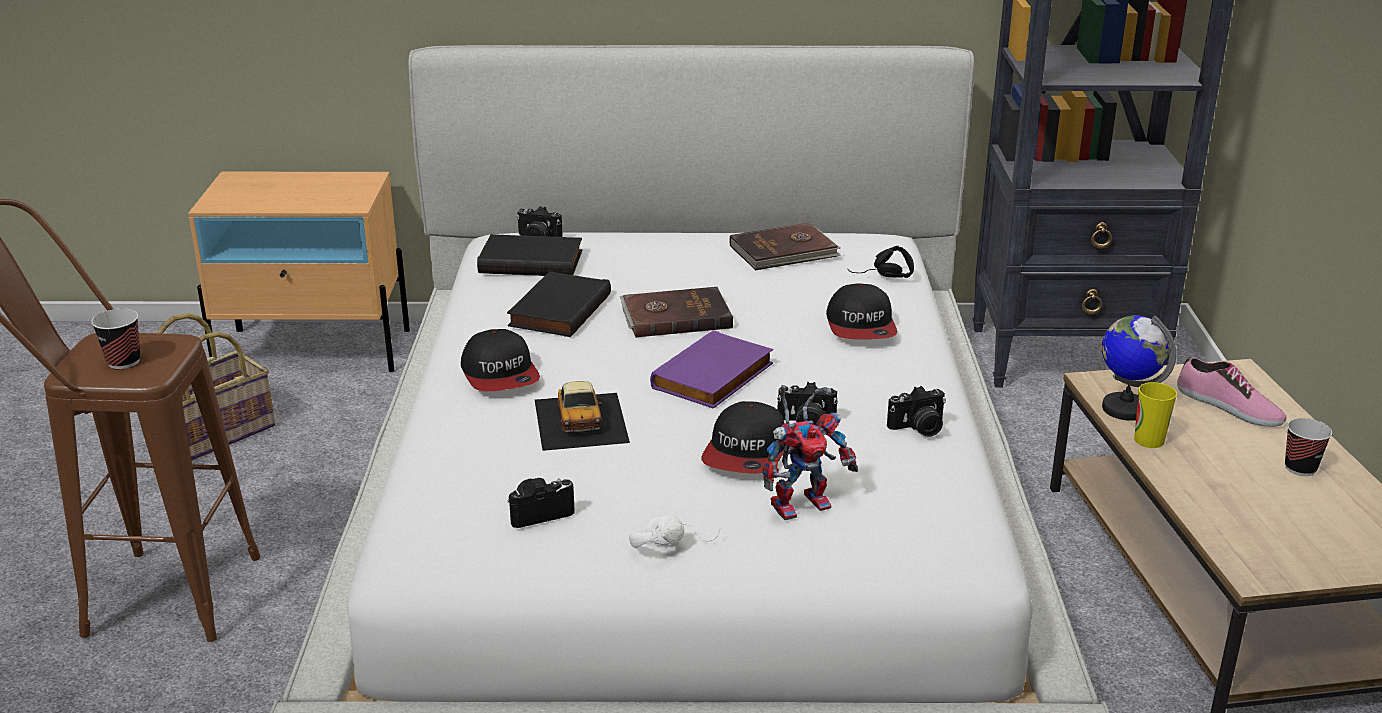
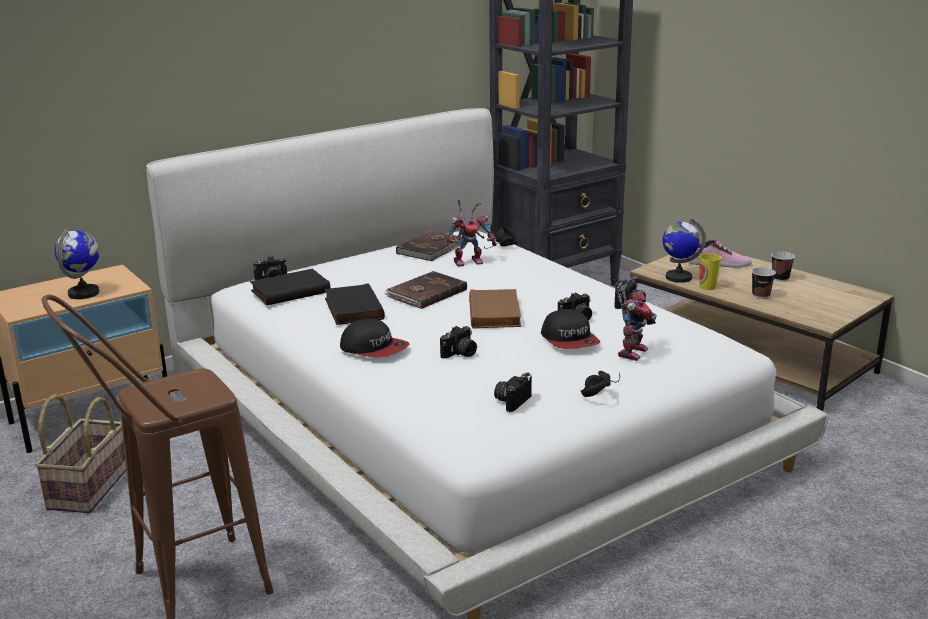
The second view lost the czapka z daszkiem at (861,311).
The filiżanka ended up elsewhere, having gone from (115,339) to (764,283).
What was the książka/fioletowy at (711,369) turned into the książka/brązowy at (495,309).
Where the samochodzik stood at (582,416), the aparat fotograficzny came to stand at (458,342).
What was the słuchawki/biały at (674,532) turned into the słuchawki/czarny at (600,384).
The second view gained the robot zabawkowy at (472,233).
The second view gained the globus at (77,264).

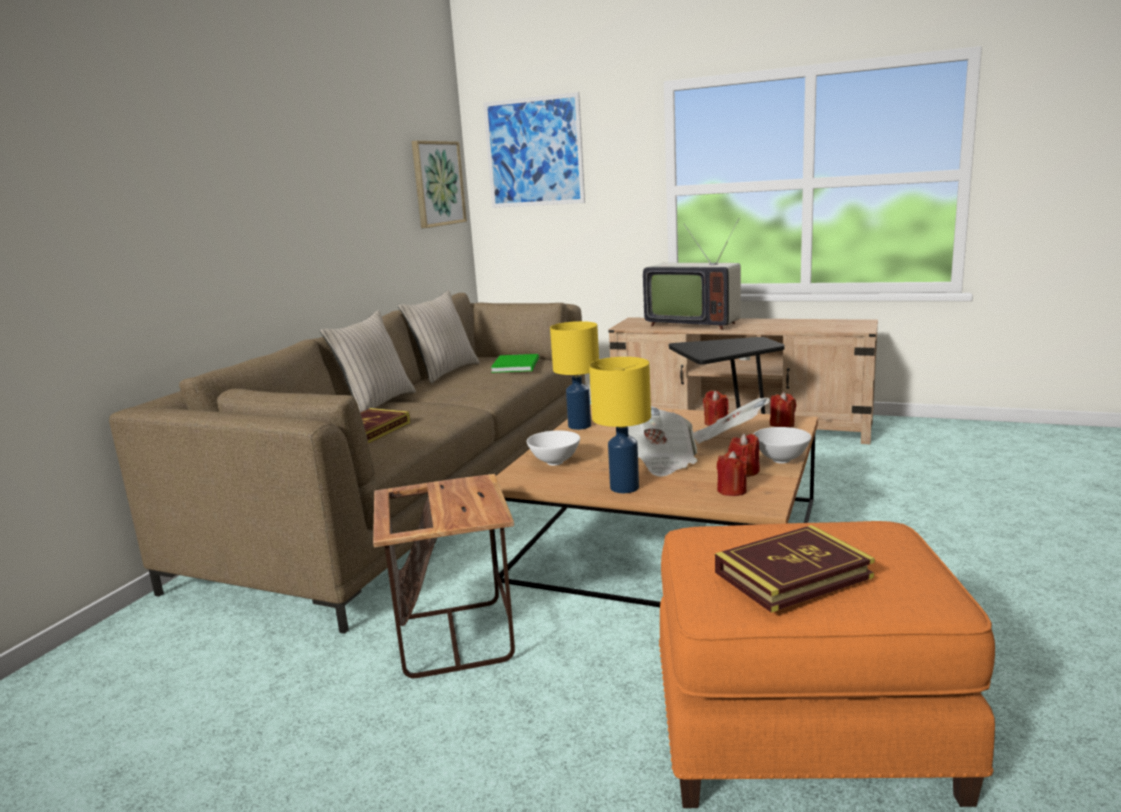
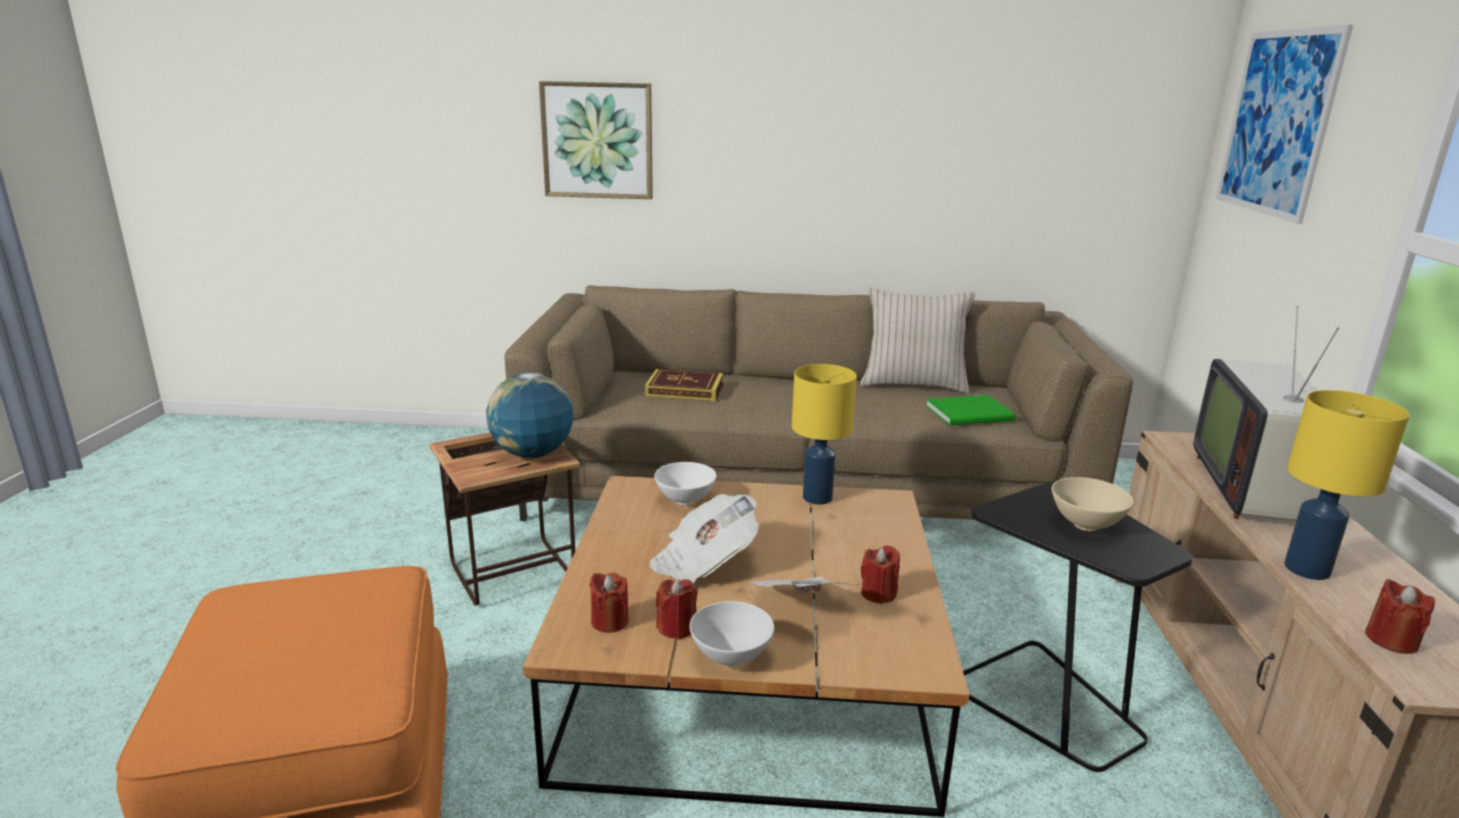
The obraz ended up elsewhere, having gone from (439,184) to (596,140).
The second view lost the poduszka/beżowy at (368,361).
The lampa stołowa/żółty ended up elsewhere, having gone from (620,425) to (1347,485).
The świeca/czerwony ended up elsewhere, having gone from (783,410) to (1400,616).
The second view lost the książka at (795,569).
The second view gained the globus at (530,415).
The second view gained the miska/beżowy at (1093,504).

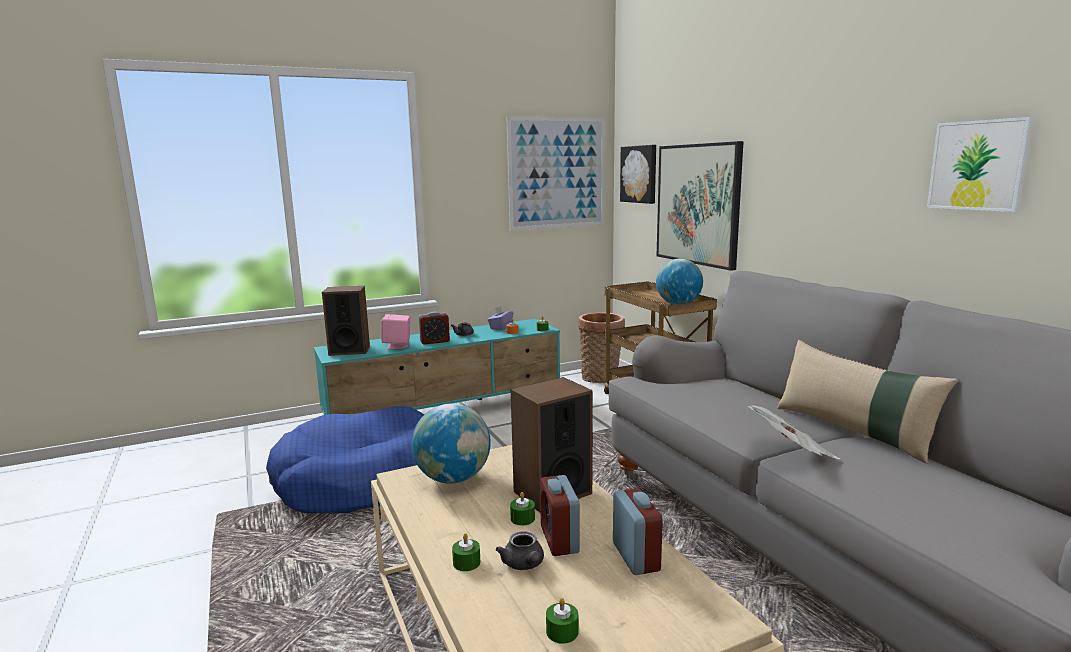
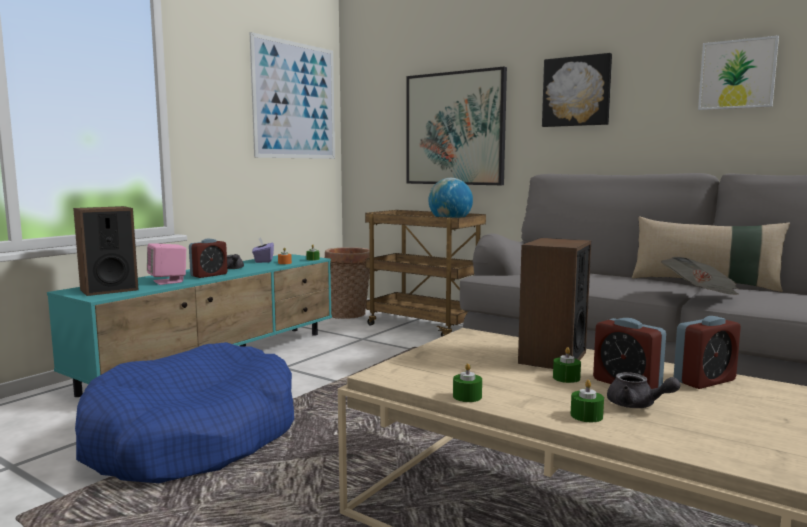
The obraz ended up elsewhere, having gone from (638,174) to (577,90).
The second view lost the globus at (451,443).
The budzik at (638,532) ended up facing another way, 105 degrees clockwise from before.
The świeca/zielony ended up elsewhere, having gone from (562,621) to (467,382).

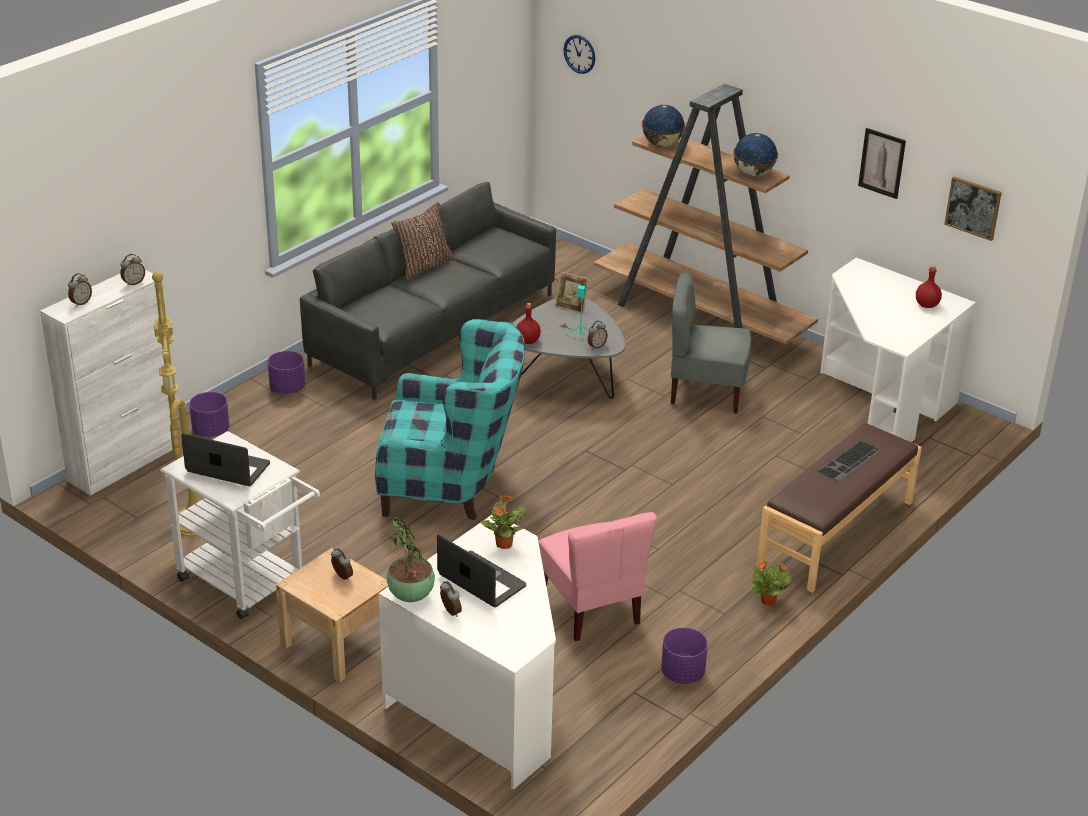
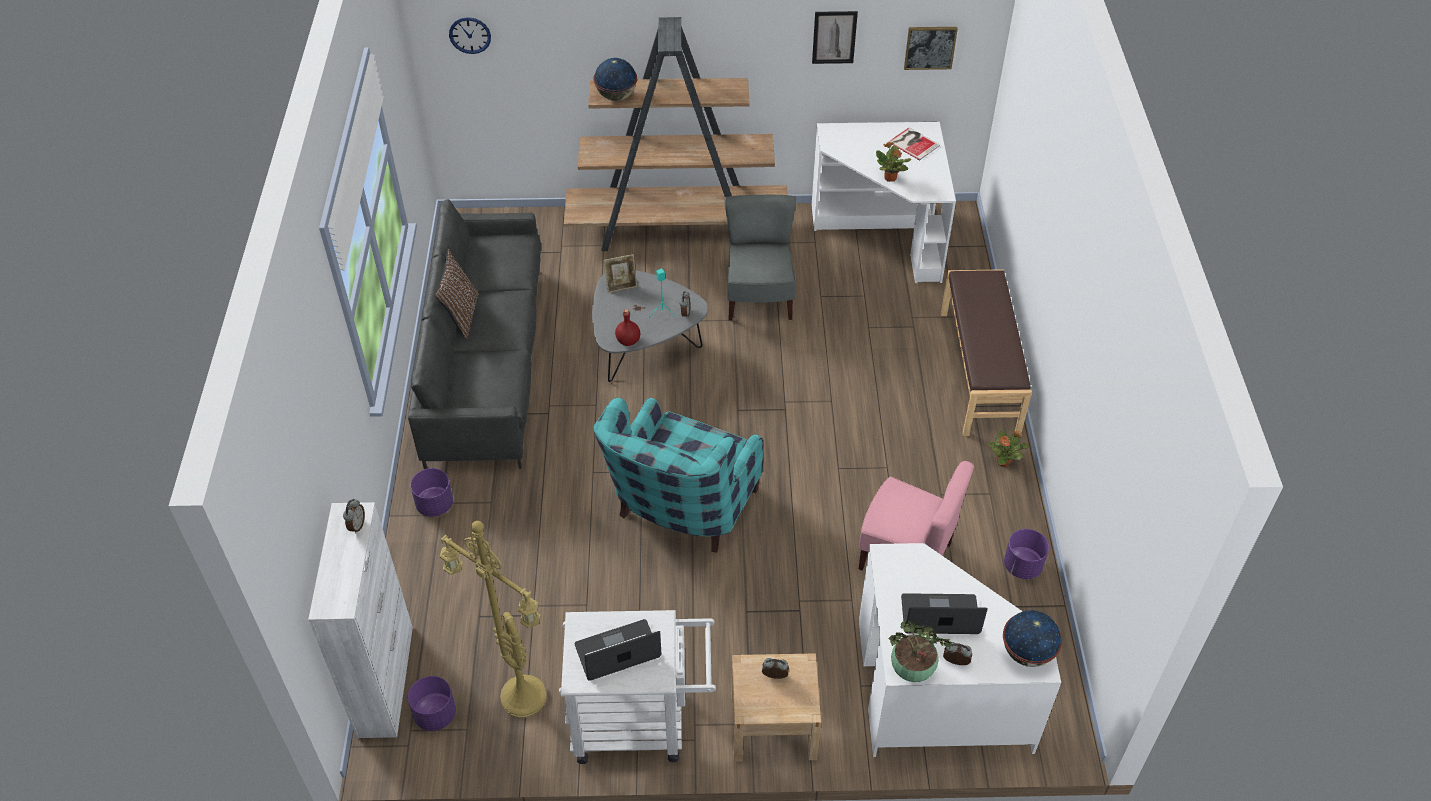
The globus ended up elsewhere, having gone from (755,155) to (1032,638).
Where the butelka/czerwony stood at (929,286), the książka came to stand at (914,143).
The second view lost the budzik at (80,290).
The krzesło/szary at (711,343) ended up facing another way, 120 degrees clockwise from before.
The fotel/turkusowy at (450,419) ended up facing another way, 150 degrees clockwise from before.
The donica/fioletowy ended up elsewhere, having gone from (209,414) to (432,703).
The second view lost the klawiatura at (849,460).
The roślina doniczkowa ended up elsewhere, having gone from (503,522) to (893,162).

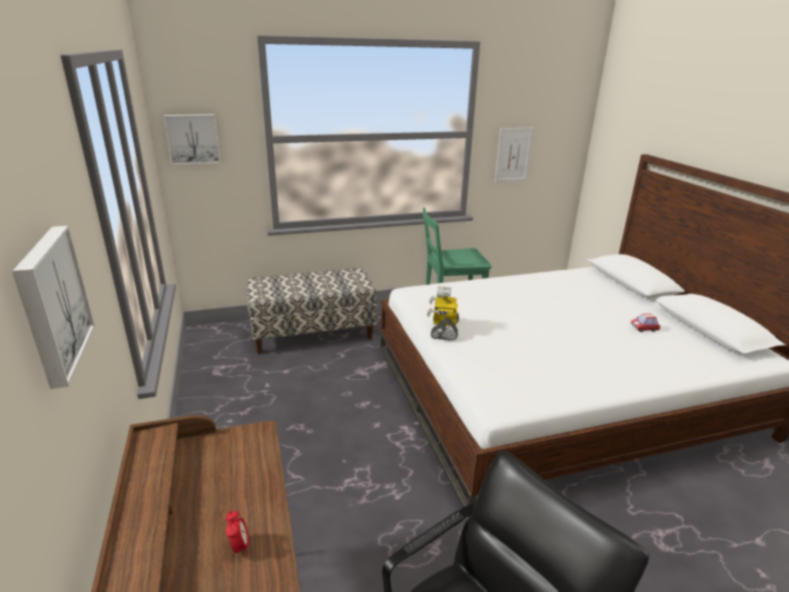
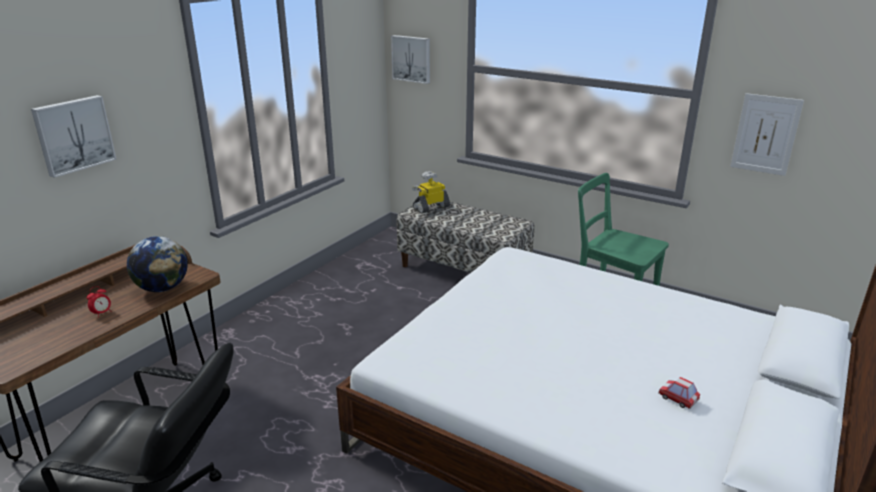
The robot zabawkowy ended up elsewhere, having gone from (443,313) to (431,192).
The second view gained the globus at (157,264).

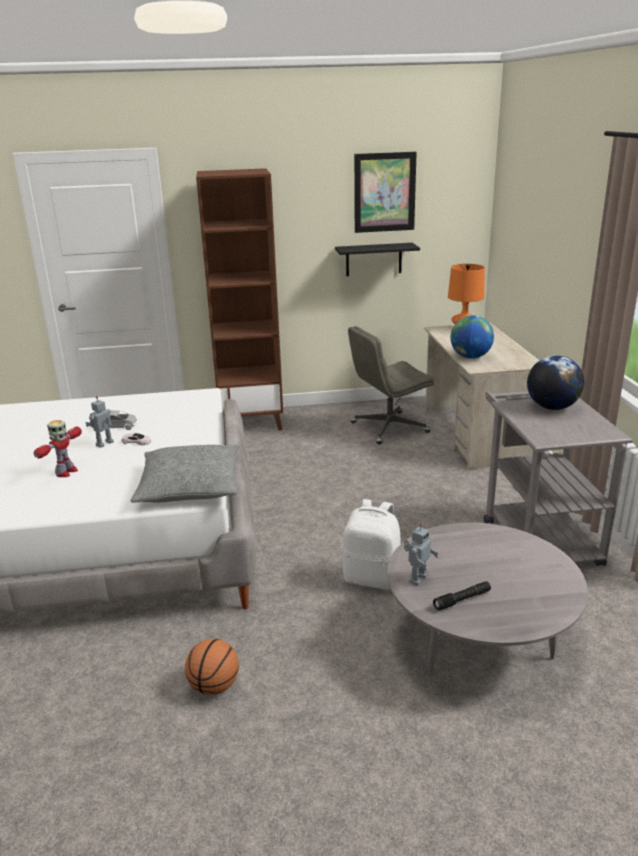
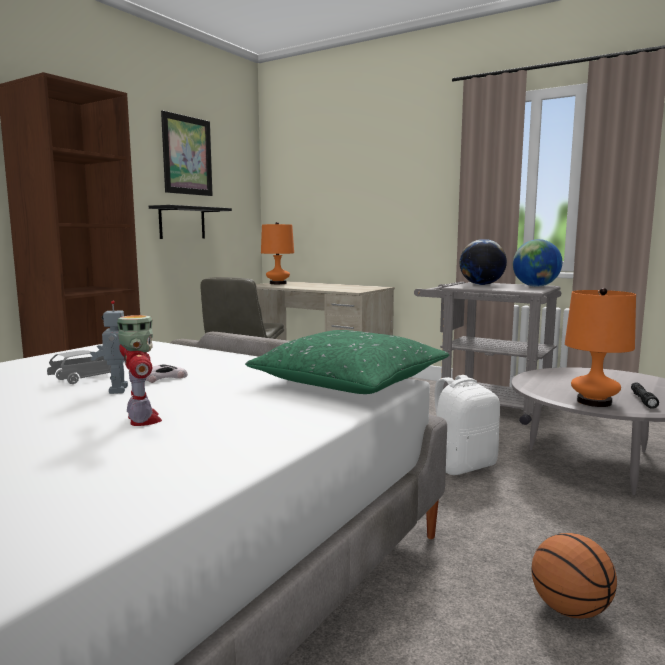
The globus ended up elsewhere, having gone from (472,337) to (537,263).
What was the poduszka/szary at (185,474) turned into the poduszka/zielony at (347,362).
Where the robot zabawkowy stood at (421,555), the lampa stołowa/pomarańczowy came to stand at (600,347).

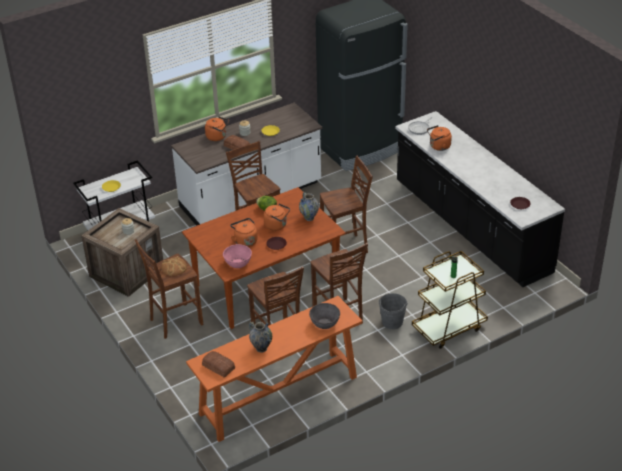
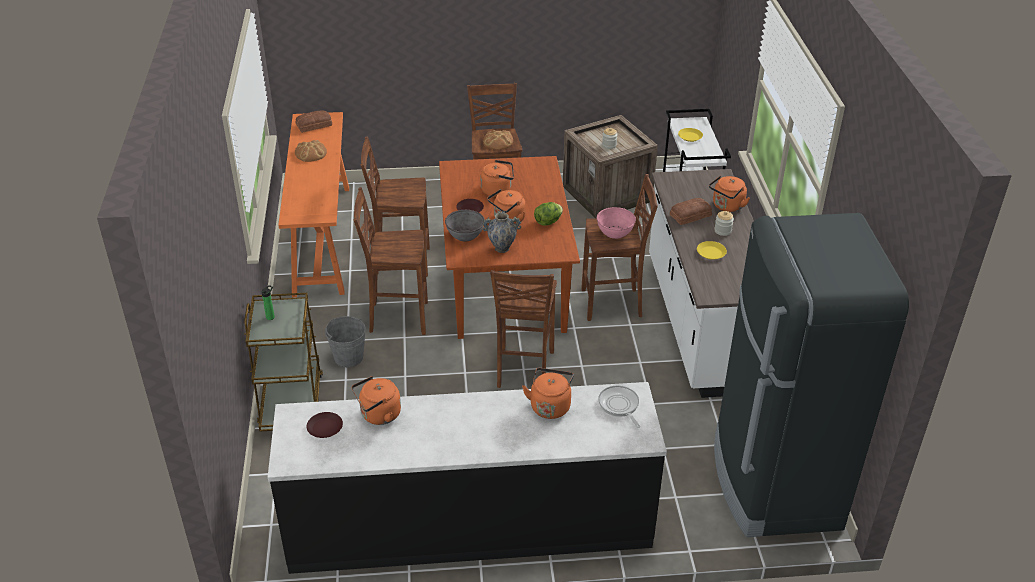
The miska/różowy ended up elsewhere, having gone from (237,256) to (616,223).
The miska/szary ended up elsewhere, having gone from (324,316) to (465,225).
Where the wazon stood at (260,337), the chleb came to stand at (311,151).
The second view gained the czajnik/pomarańczowy at (376,400).

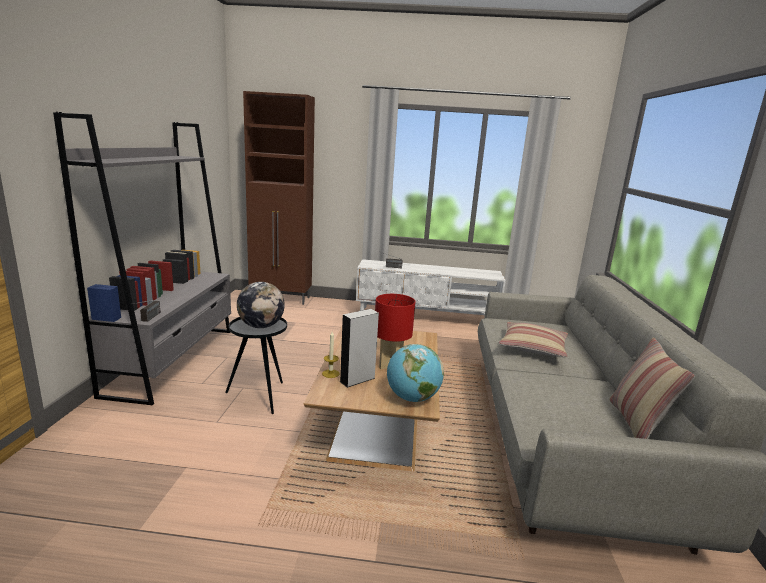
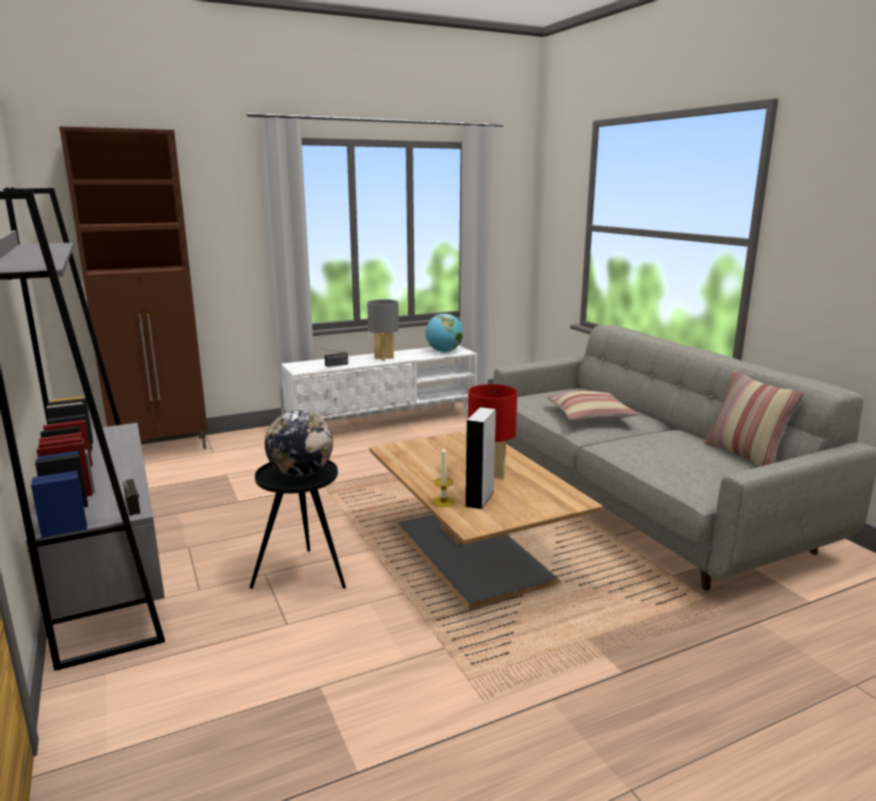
The globus ended up elsewhere, having gone from (415,373) to (444,333).
The second view gained the lampa stołowa/szary at (383,330).

